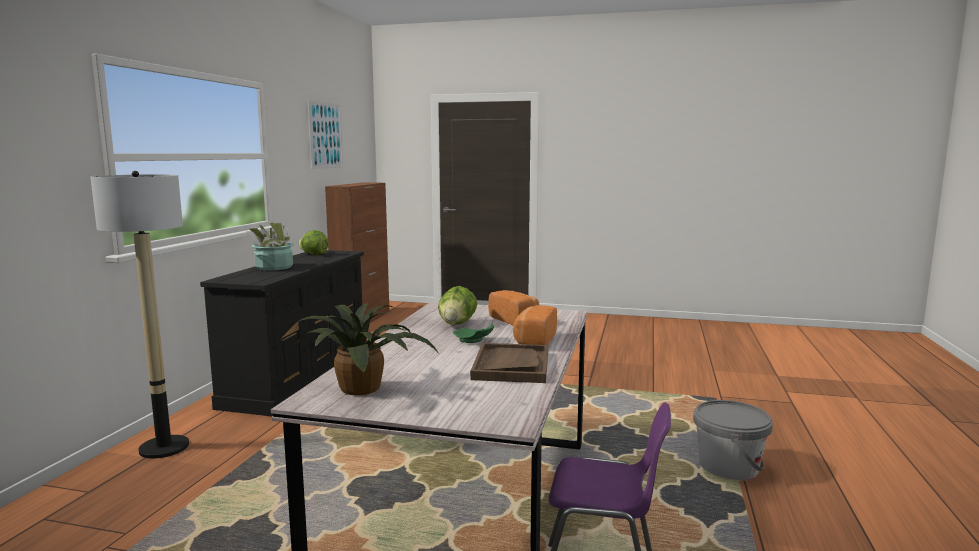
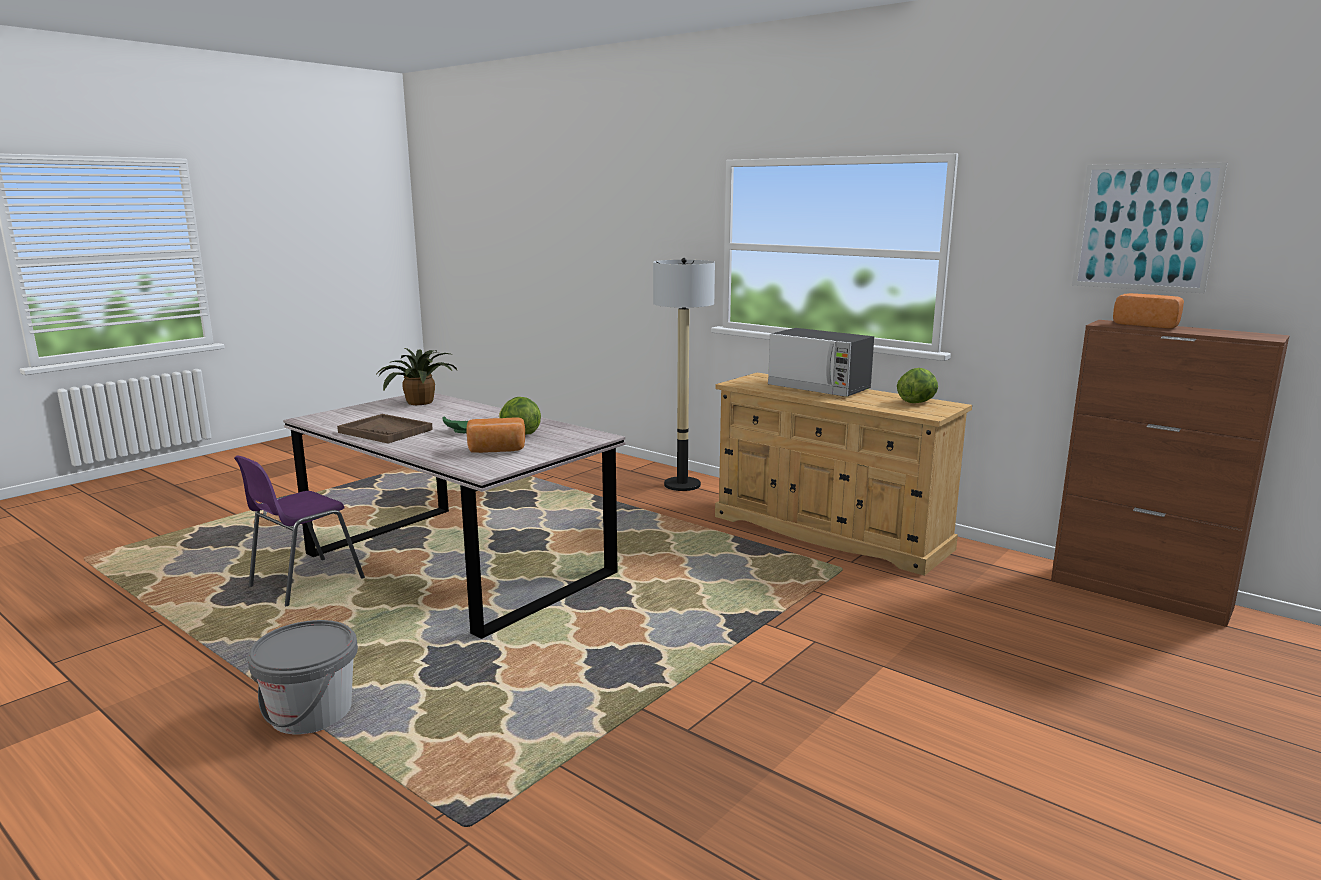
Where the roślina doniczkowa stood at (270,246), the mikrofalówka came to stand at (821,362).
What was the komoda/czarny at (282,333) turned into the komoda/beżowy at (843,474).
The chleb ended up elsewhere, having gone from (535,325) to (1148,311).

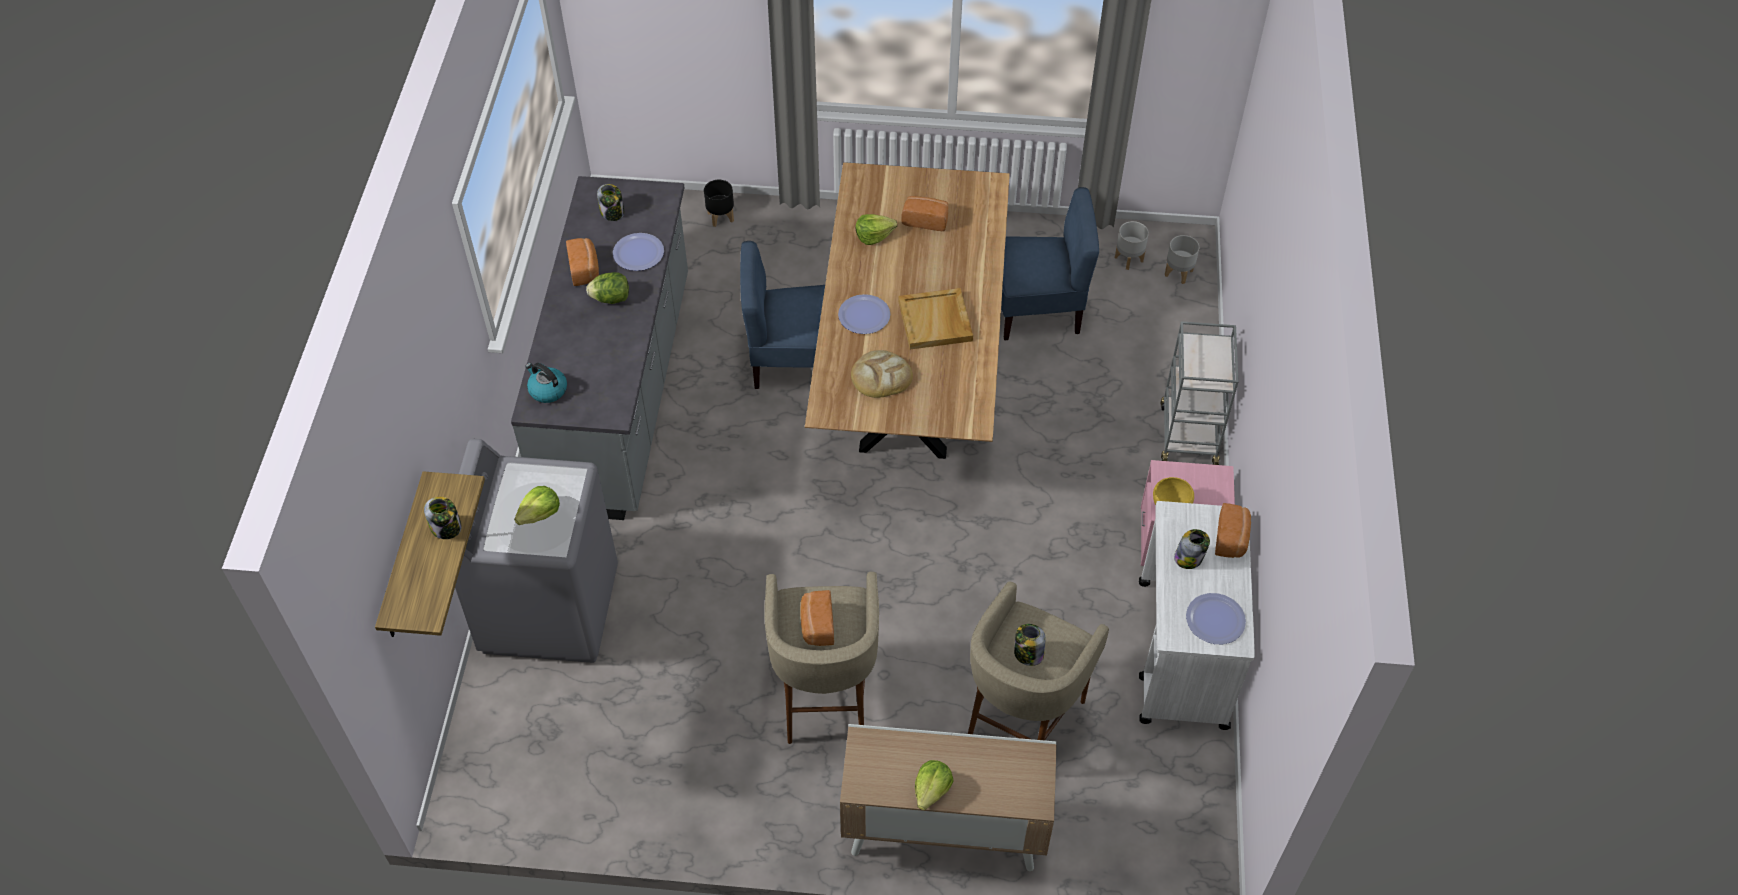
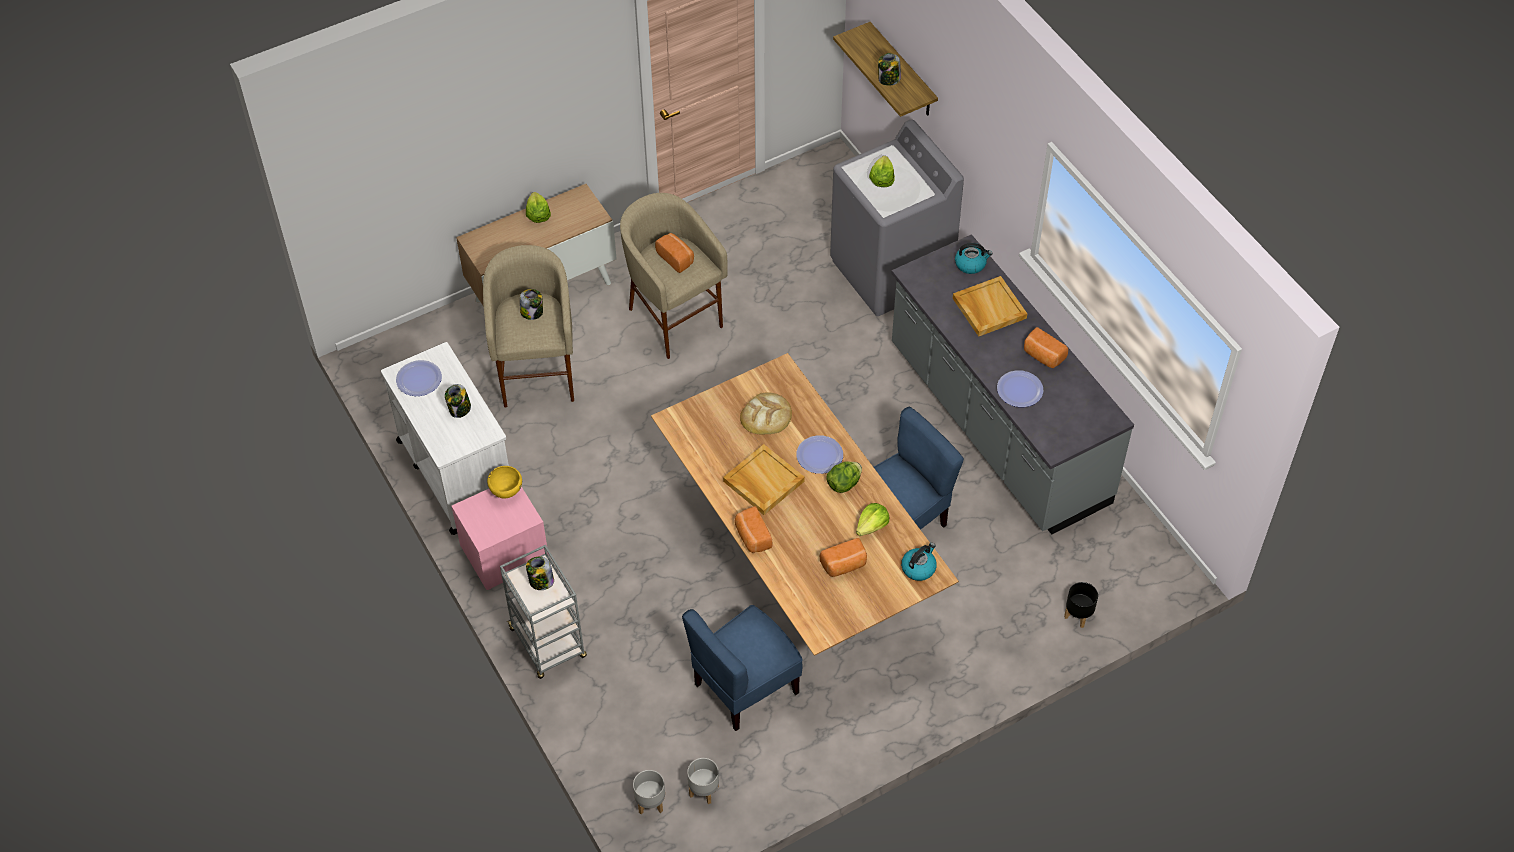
The słoik ended up elsewhere, having gone from (610,202) to (540,573).
The sałata ended up elsewhere, having gone from (607,288) to (844,477).
The chleb ended up elsewhere, having gone from (1233,530) to (754,529).
The second view gained the taca/beżowy at (989,306).
The second view gained the czajnik at (919,562).

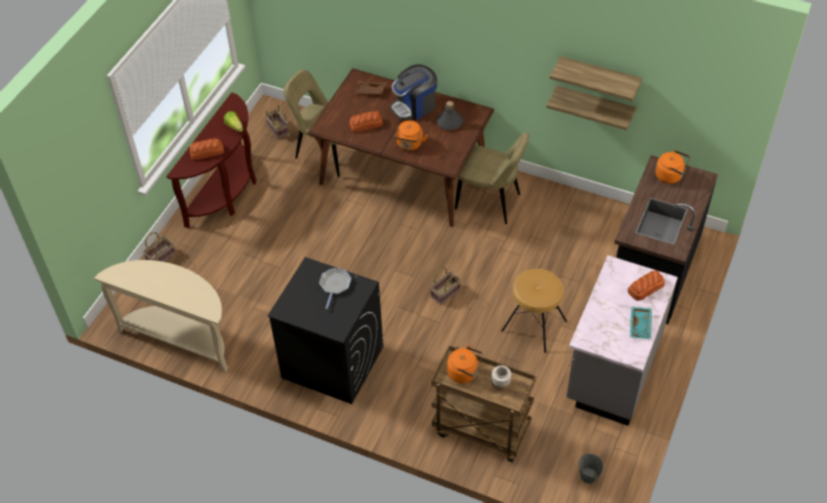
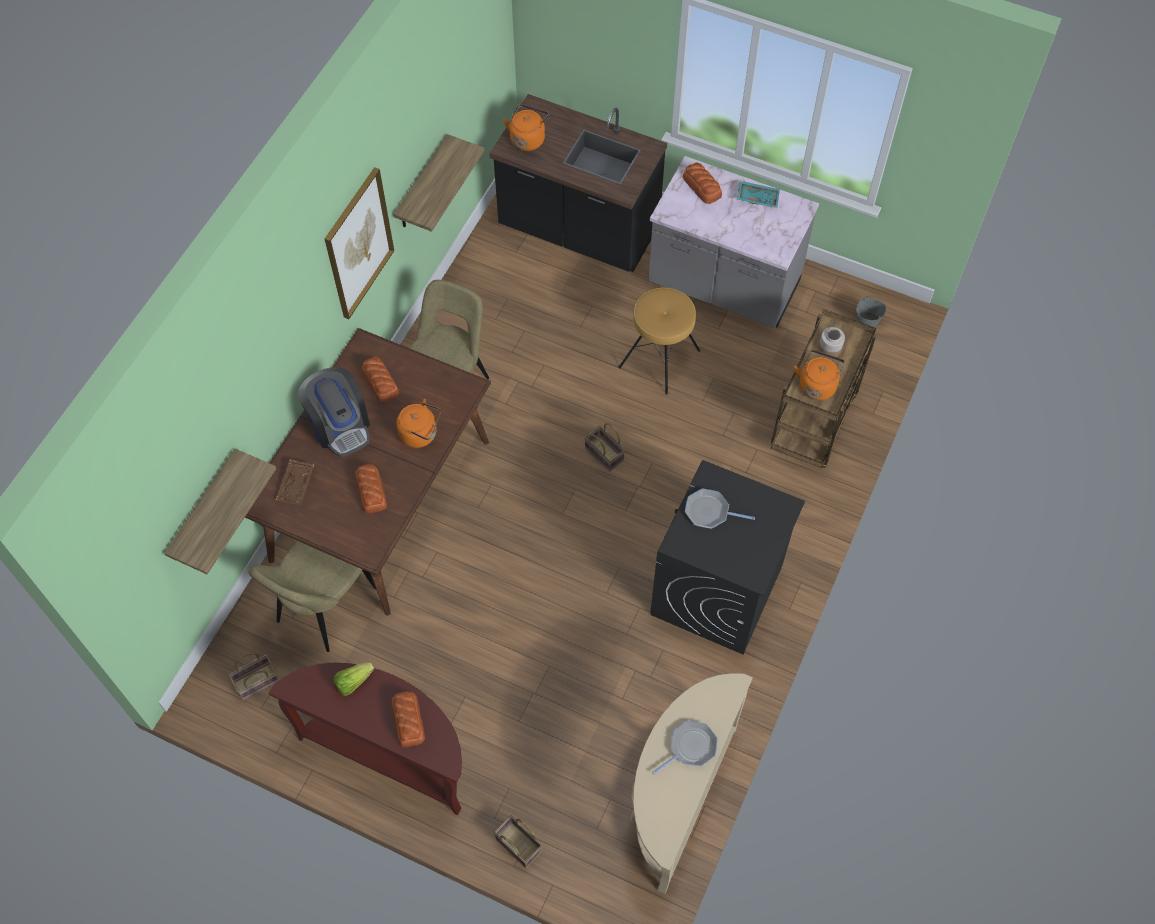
The półka ended up elsewhere, having gone from (596,78) to (220,511).
Where the butelka/szary stood at (449,115), the chleb came to stand at (380,379).
The second view gained the obraz at (359,243).
The second view gained the patelnia at (685,747).

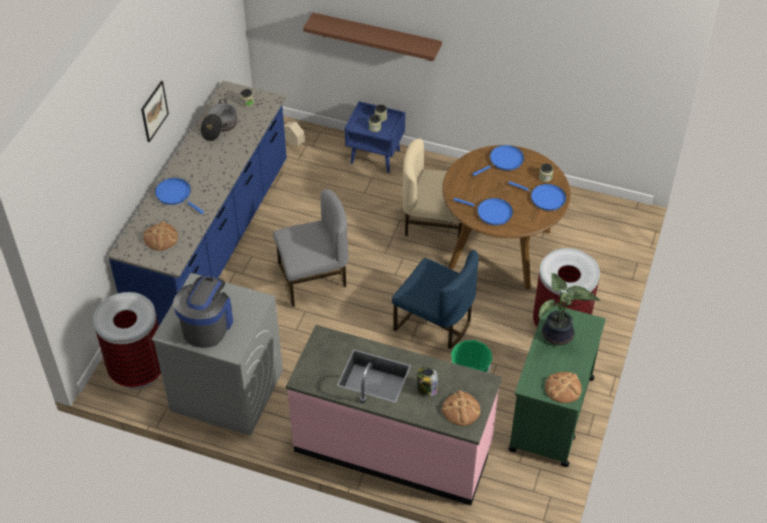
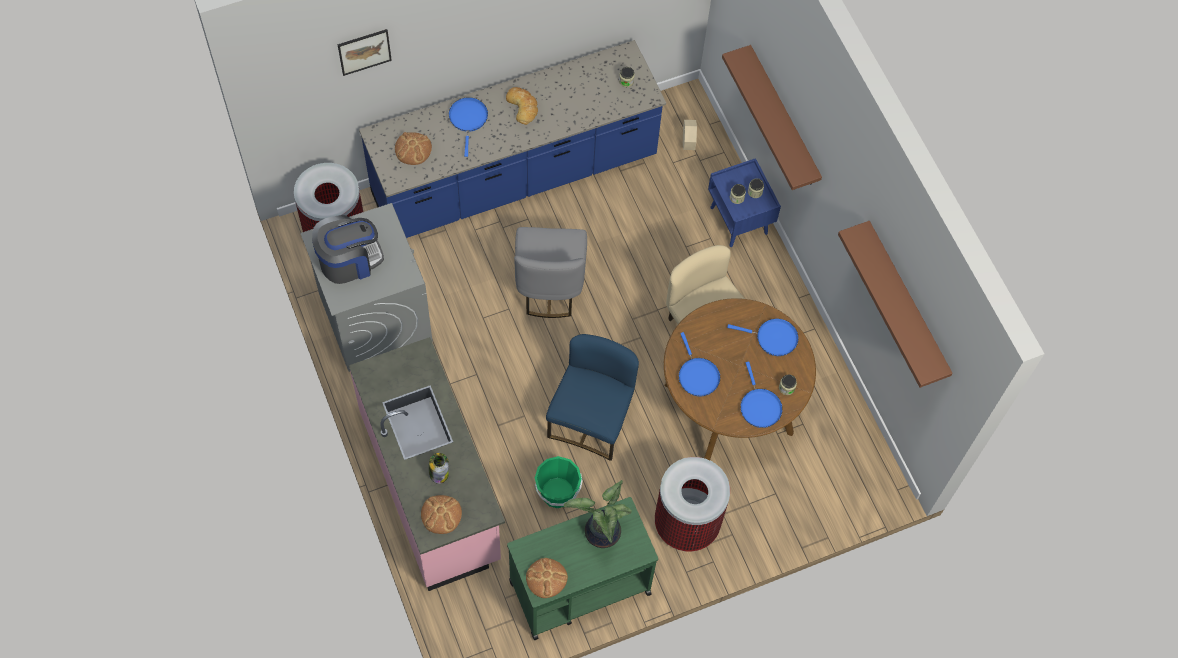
The obraz ended up elsewhere, having gone from (155,111) to (365,52).
The second view lost the garnek at (219,120).
The krzesło/szary at (311,248) ended up facing another way, 60 degrees clockwise from before.
The krzesło/niebieski at (435,299) ended up facing another way, 150 degrees counterclockwise from before.
The second view gained the chleb at (522,106).
The second view gained the półka/brązowy at (895,304).

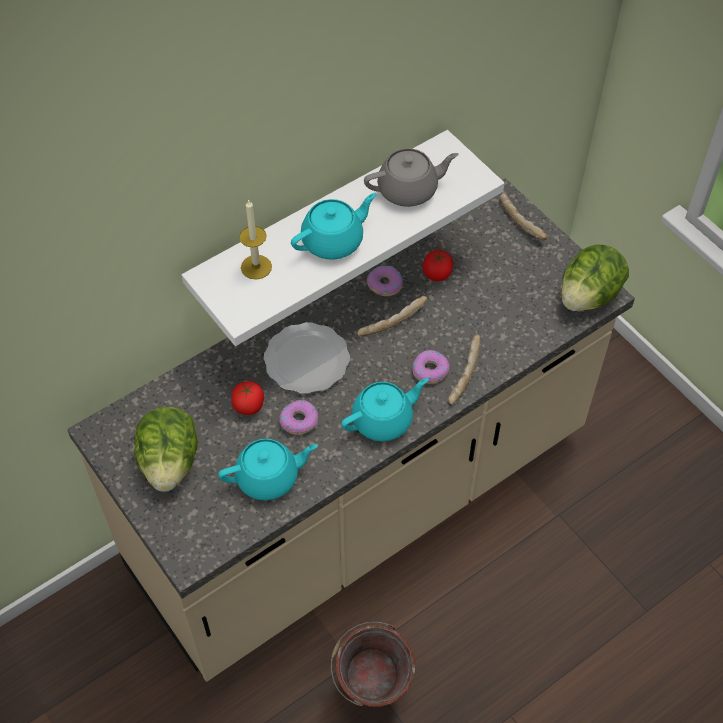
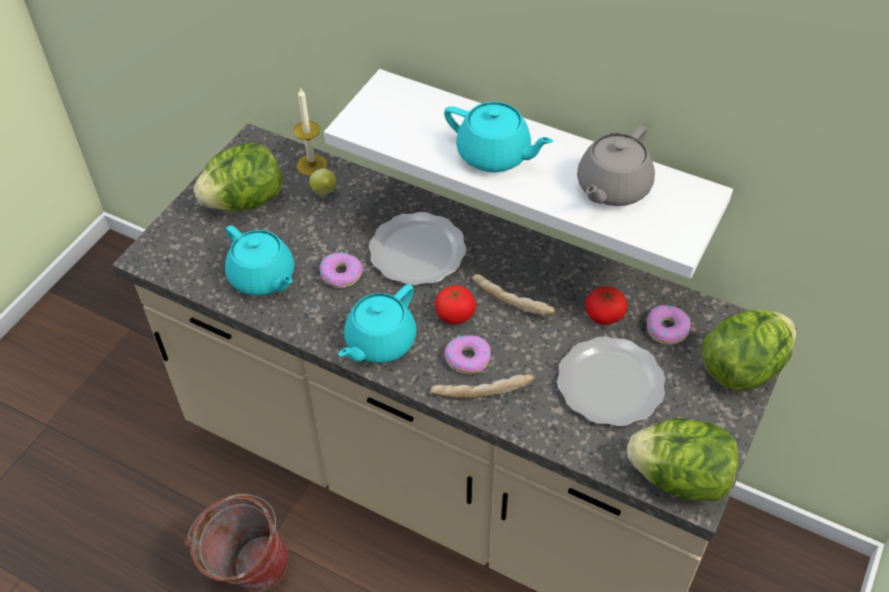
The imbryk/szary at (411,177) ended up facing another way, 75 degrees clockwise from before.
Where the chleb stood at (523,217), the sałata came to stand at (749,350).
The świeca ended up elsewhere, having gone from (255,239) to (310,131).
The donut ended up elsewhere, having gone from (385,280) to (669,325).
The imbryk/turkusowy at (385,410) ended up facing another way, 90 degrees clockwise from before.
The pomidor ended up elsewhere, having gone from (247,398) to (455,304).
The second view gained the cytryna at (322,181).
The second view gained the talerz at (611,381).

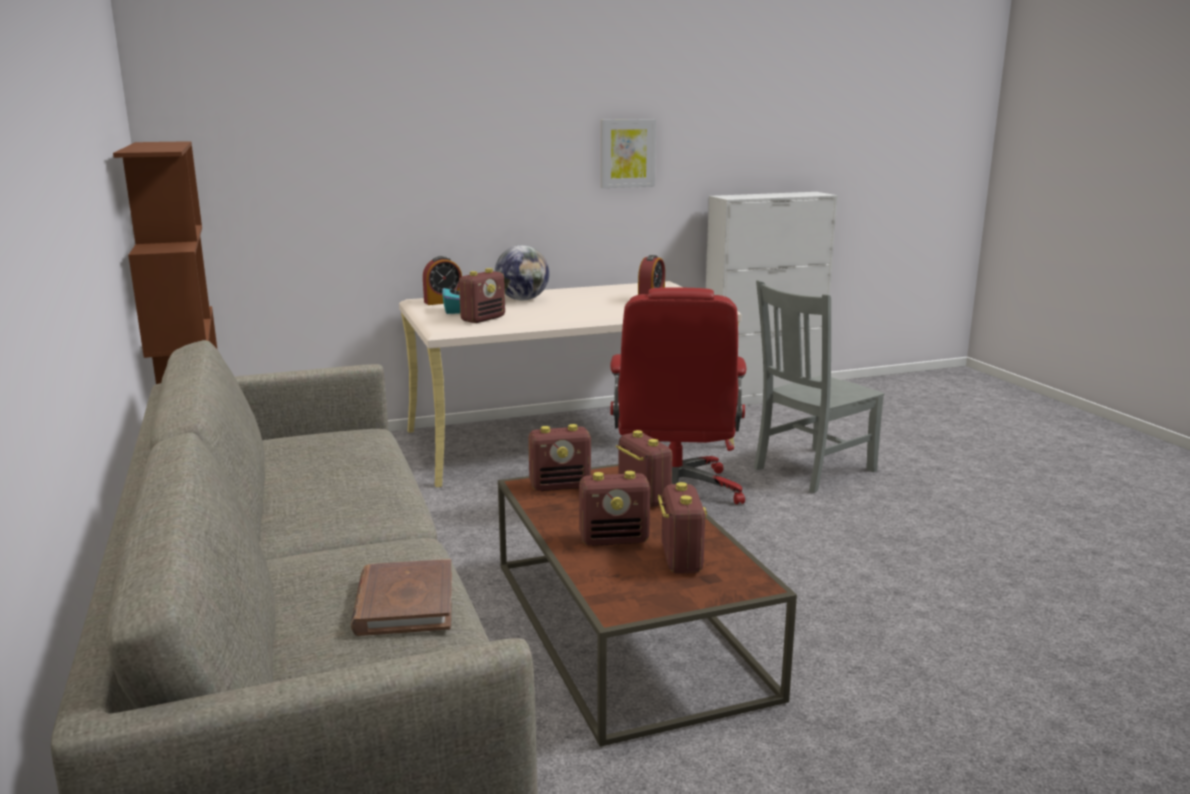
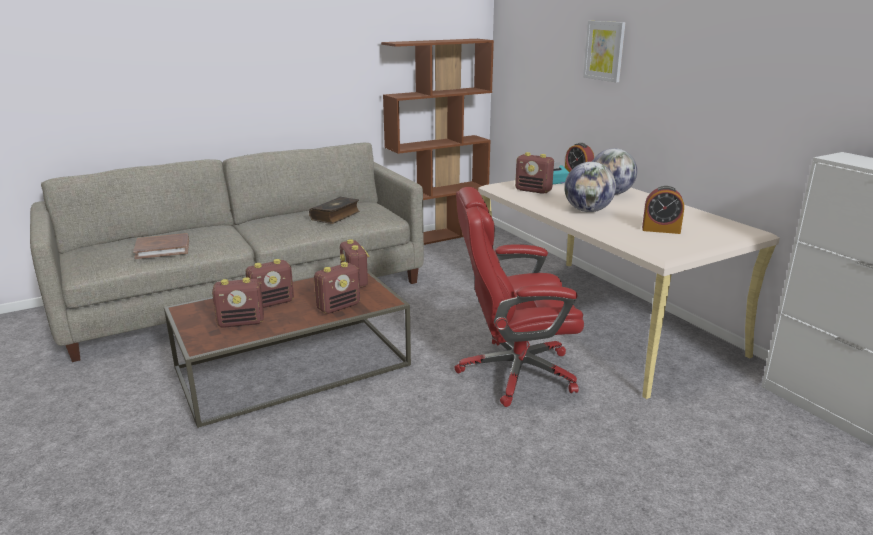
The obraz ended up elsewhere, having gone from (628,153) to (604,51).
The second view lost the krzesło/szary at (819,386).
The radio at (614,508) ended up facing another way, 105 degrees counterclockwise from before.
The second view gained the globus at (590,187).
The second view gained the książka at (334,210).

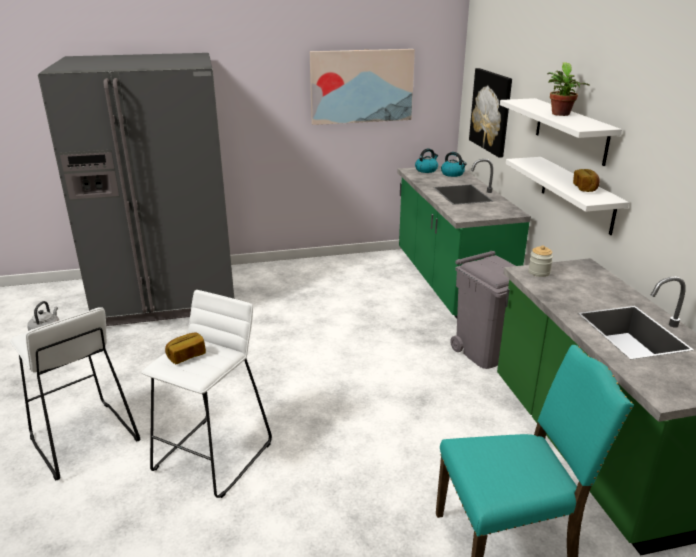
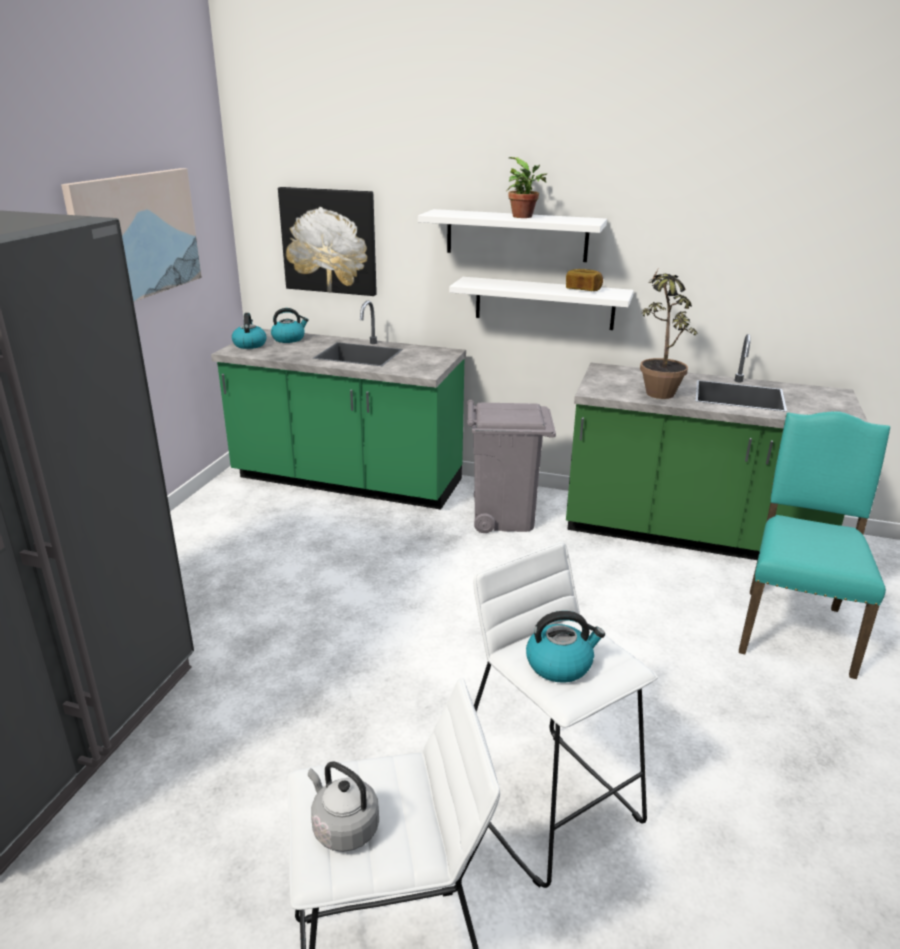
The second view lost the słoik at (540,261).
Where the chleb stood at (185,348), the czajnik came to stand at (565,647).
The second view gained the roślina doniczkowa at (668,334).

